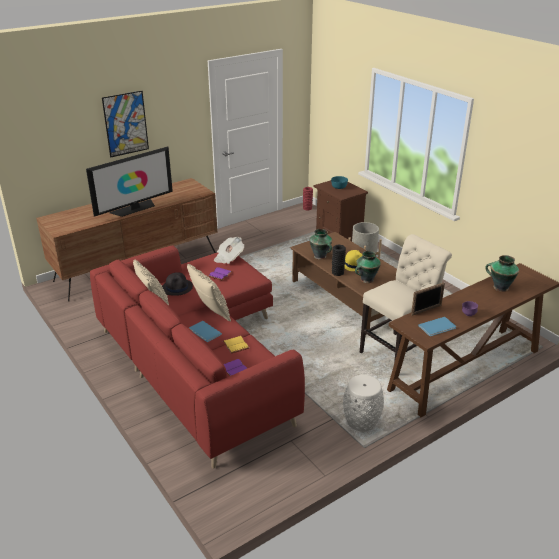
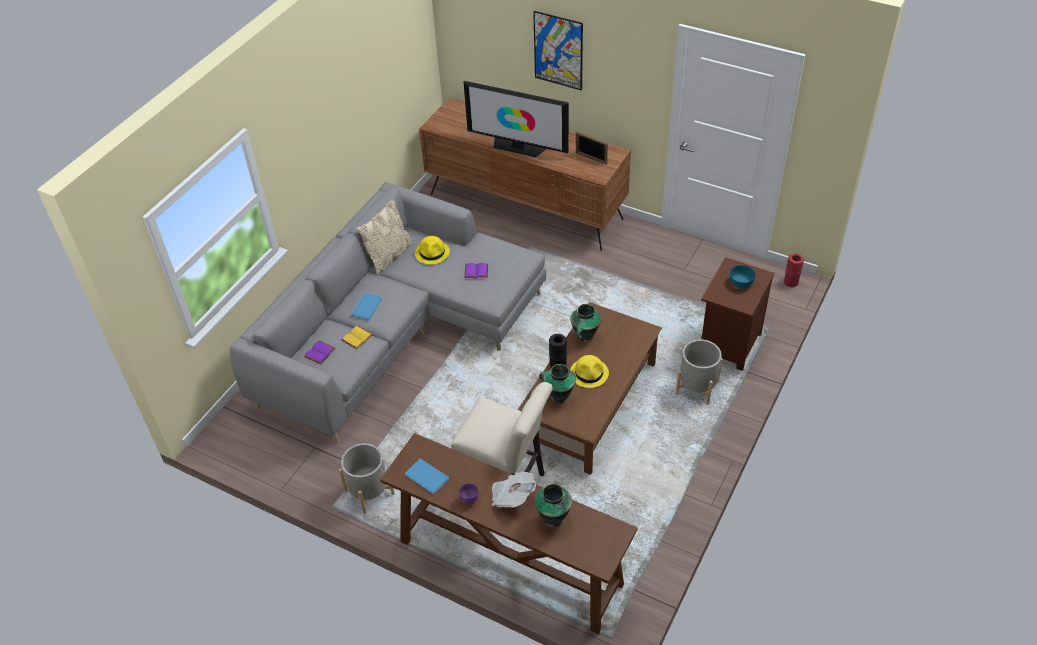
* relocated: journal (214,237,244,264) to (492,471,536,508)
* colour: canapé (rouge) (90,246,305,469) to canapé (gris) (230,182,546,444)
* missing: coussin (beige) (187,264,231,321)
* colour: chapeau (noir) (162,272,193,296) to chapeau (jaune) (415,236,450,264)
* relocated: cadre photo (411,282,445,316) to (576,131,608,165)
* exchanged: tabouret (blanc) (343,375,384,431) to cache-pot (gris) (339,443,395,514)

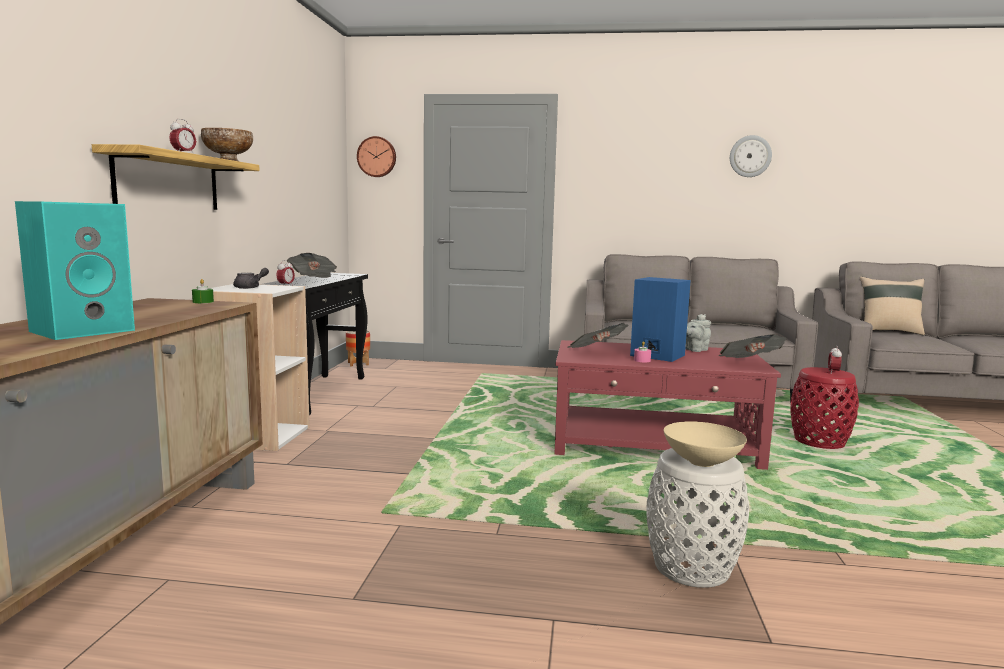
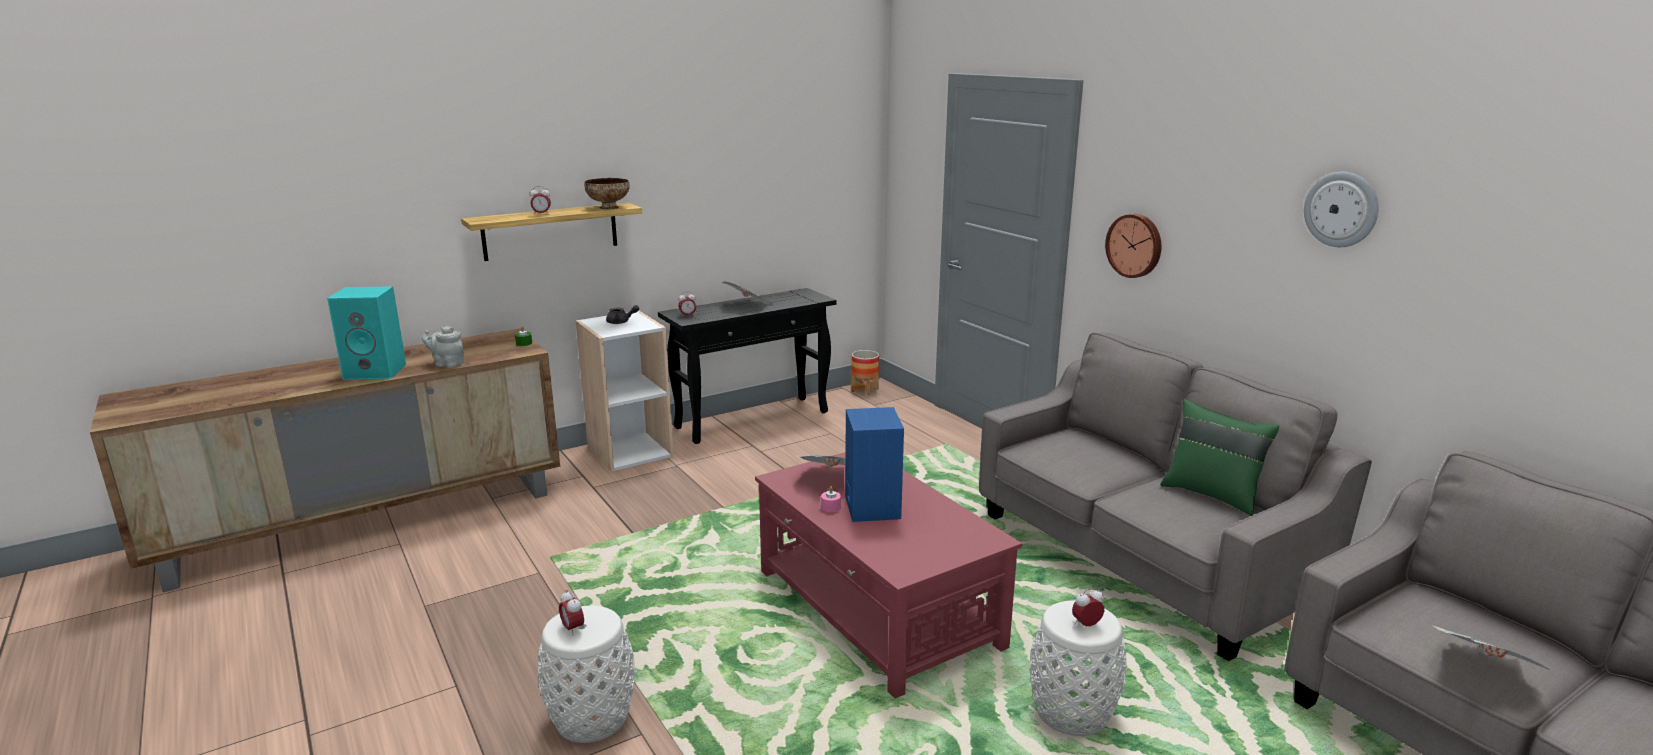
* relocated: horloge murale (357,136,396,177) to (1105,214,1161,278)
* missing: coussin (beige) (860,277,925,335)
* relocated: théière (gris) (685,314,711,352) to (422,326,464,368)
* relocated: journal (718,334,786,358) to (1432,625,1550,670)
* colour: tabouret (rouge) (790,367,859,449) to tabouret (blanc) (1030,601,1127,736)
* exchanged: bol (beige) (664,421,747,467) to réveil (559,590,584,636)
* appeared: coussin (vert) (1160,399,1279,516)

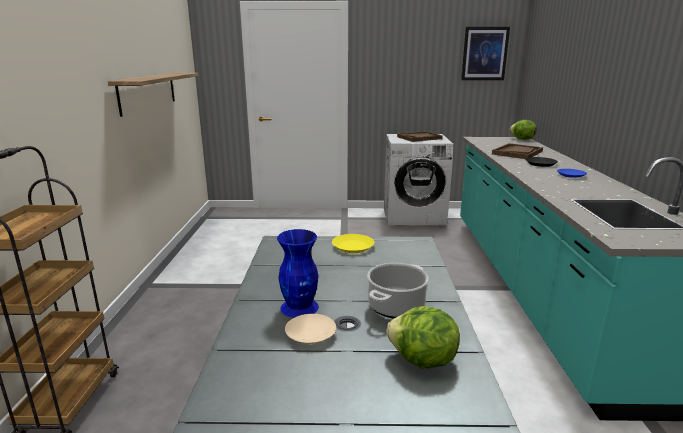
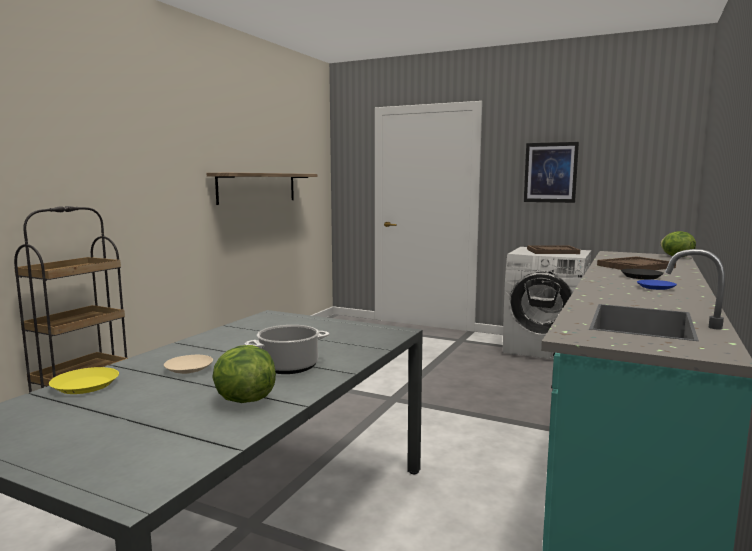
* relocated: tableau (461,27,510,80) to (524,142,579,203)
* missing: vase (bleu) (277,229,319,318)
* relocated: assiette (jaune) (332,234,374,253) to (49,367,119,394)

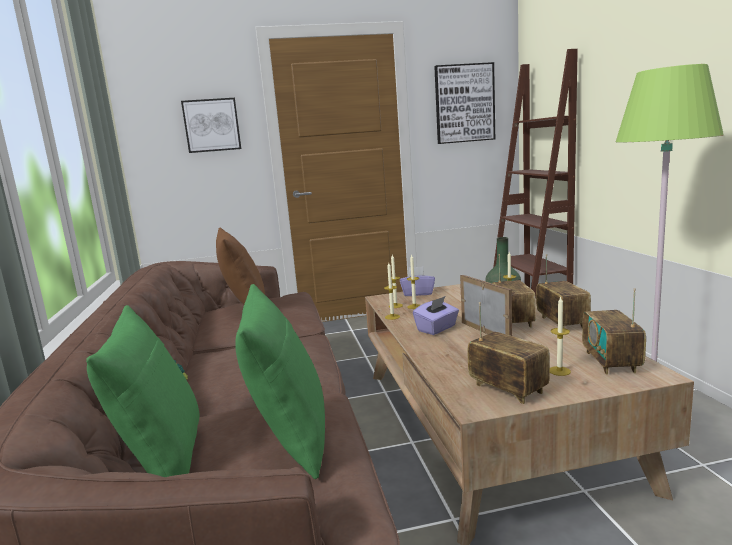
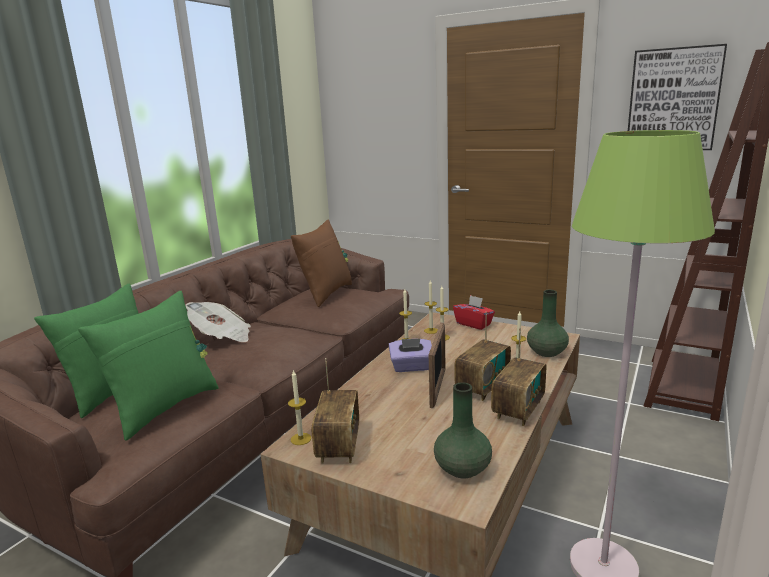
* missing: tableau (181,98,241,153)
* colour: boîte à mouchoirs (violet) (400,266,435,296) to boîte à mouchoirs (rouge) (453,295,495,330)
* exchanged: radio (582,288,646,374) to vase (vert) (434,382,492,479)
* relocated: bougie (550,297,571,376) to (288,370,311,445)
* appeared: journal (186,302,251,342)

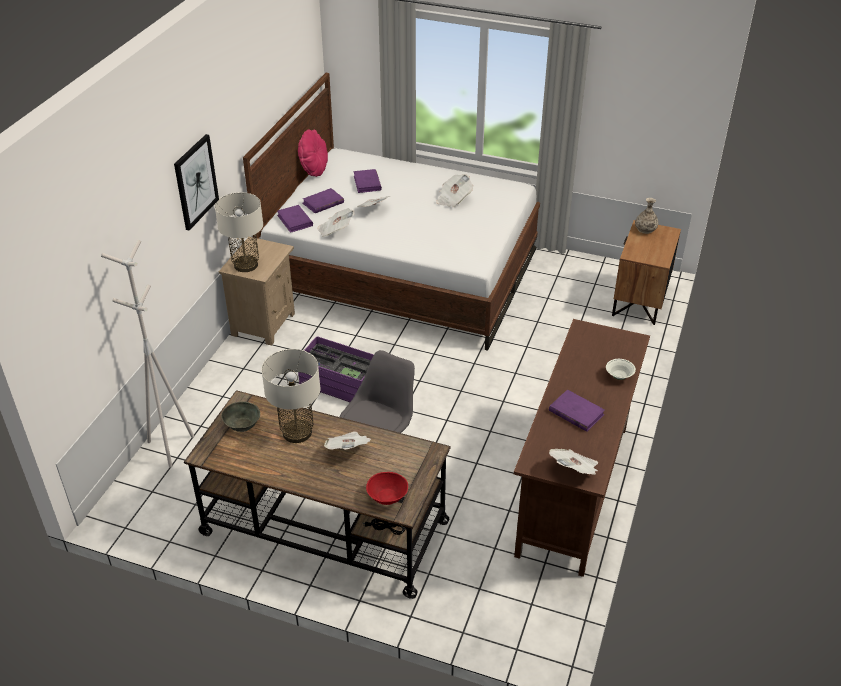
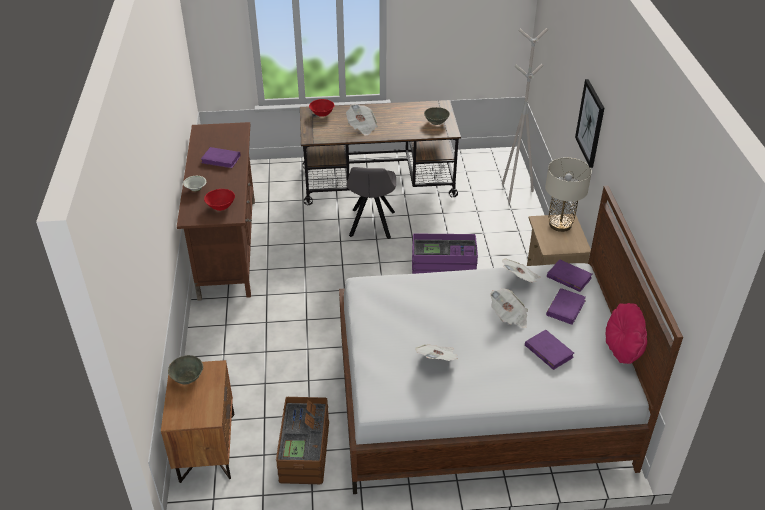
* missing: vase (635,198,658,234)
* missing: lampe de table (262,349,320,443)
* missing: journal (549,449,598,475)
* appeared: bol (rouge) (204,189,235,211)
* appeared: bol (gris) (168,355,203,384)
* appeared: boîte de rangement (marron) (276,397,329,484)

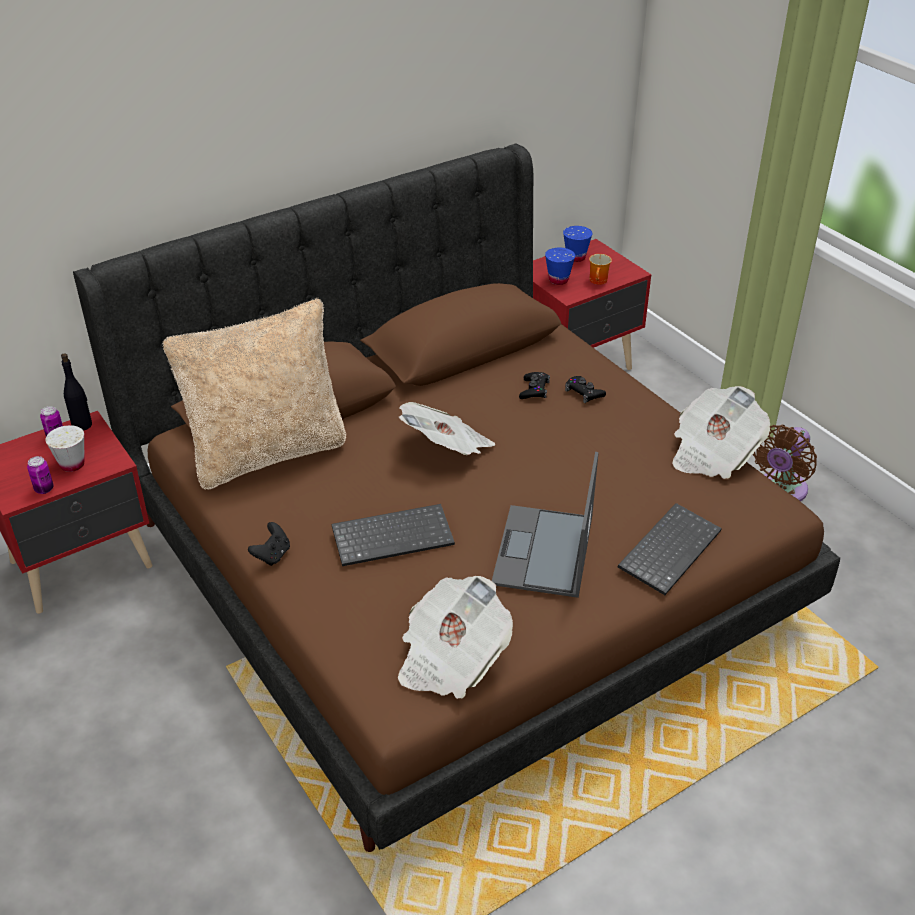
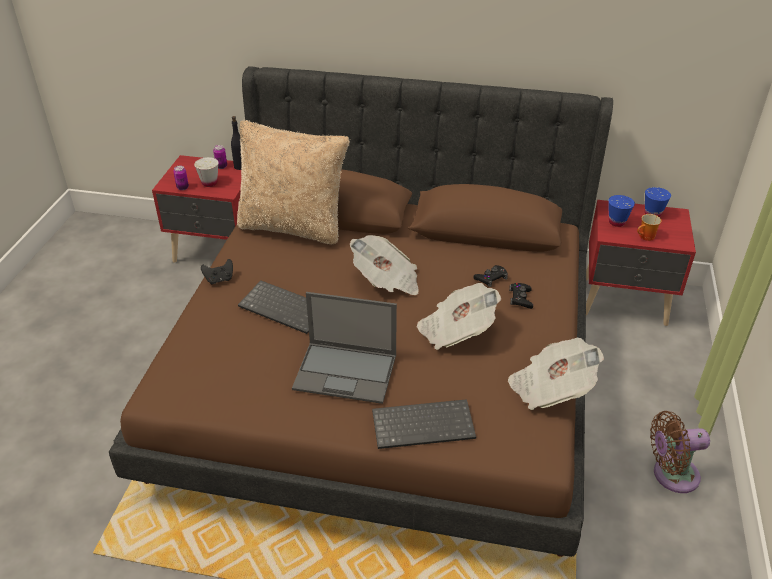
* spun: ordinateur portable (492,452,599,598) = (292,292,397,404) 135 degrees counterclockwise
* relocated: journal (398,576,513,699) to (417,283,501,350)

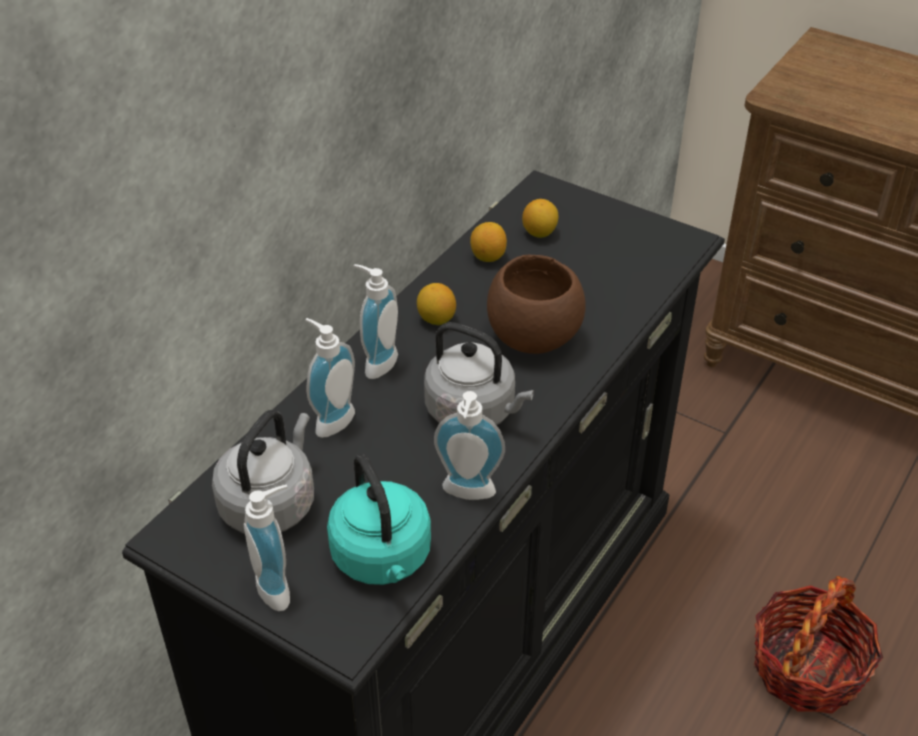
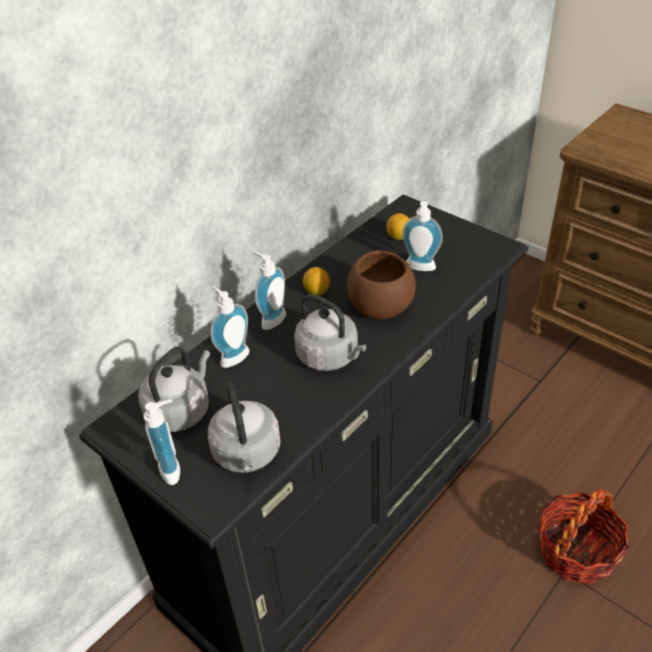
* missing: citron (470,222,507,262)
* relocated: distributeur de savon (434,391,505,500) to (402,201,443,271)
* colour: bouilloire (turquoise) (327,454,431,585) to bouilloire (gris) (208,381,281,473)

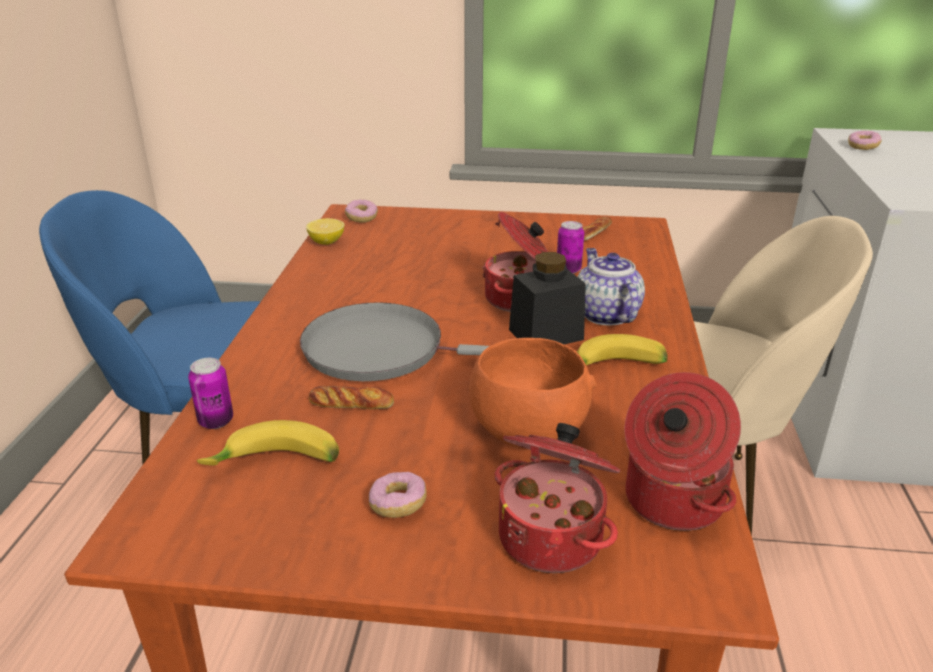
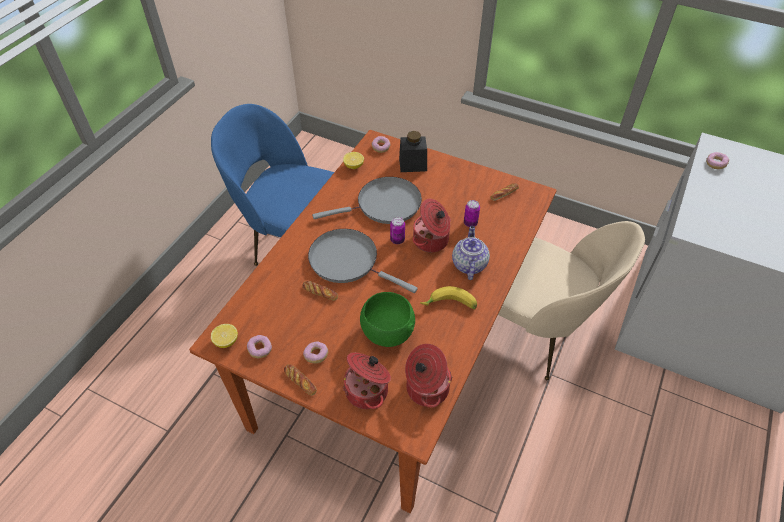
* relocated: bocal (noir) (509,252,586,345) to (399,131,427,172)
* colour: bol (orange) (469,338,597,449) to bol (vert) (360,292,415,347)
* relocated: boîte métallique (188,358,233,429) to (390,217,405,244)
* missing: banane (197,420,339,465)
* appeared: poêle (gris) (312,177,422,224)
* appeared: citron (211,324,238,348)
* appeared: beignet (247,335,272,358)
* appeared: pain (284,364,317,395)

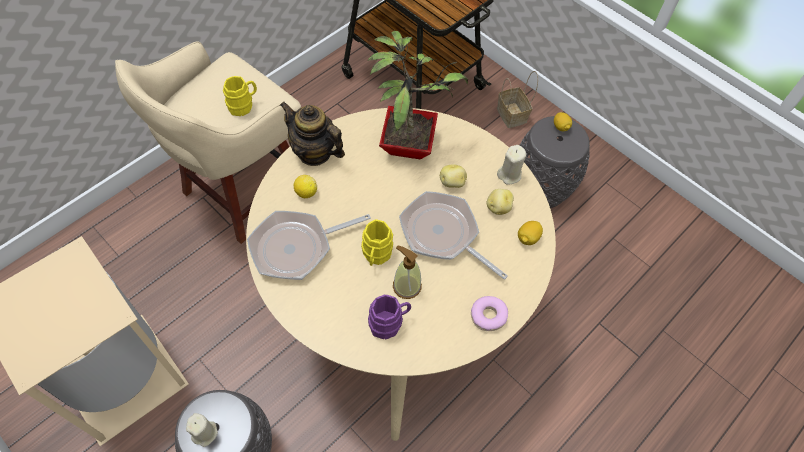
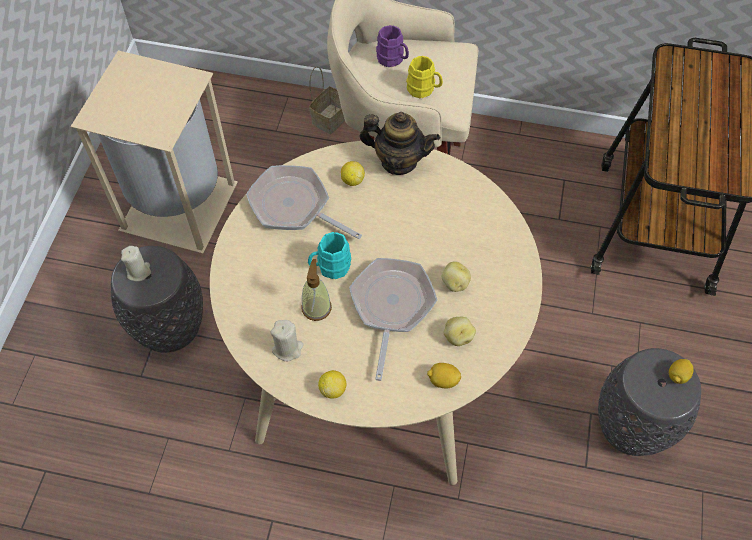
* missing: plante en pot (367,31,468,160)
* relocated: panier (497,71,538,128) to (309,66,345,134)
* spun: théière (280,102,345,166) = (359,112,440,175) 105 degrees clockwise
* relocated: bougie (beige) (497,145,526,185) to (271,320,303,361)
* colour: mug (jaune) (361,219,393,266) to mug (turquoise) (308,232,351,279)
* relocated: mug (violet) (368,295,411,339) to (376,25,409,67)
* exchanged: beignet (471,296,508,331) to citron (318,370,347,398)

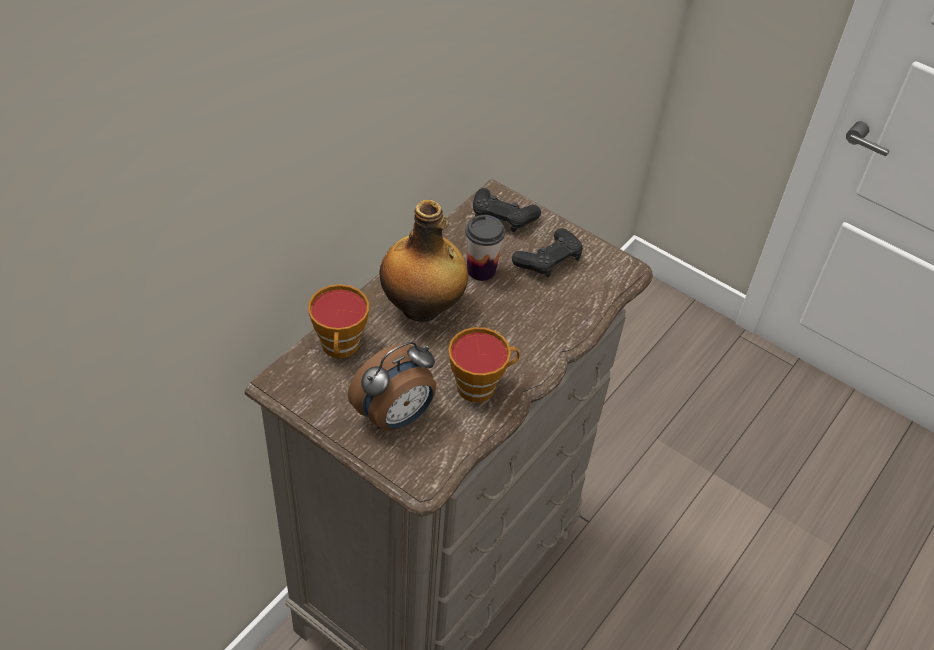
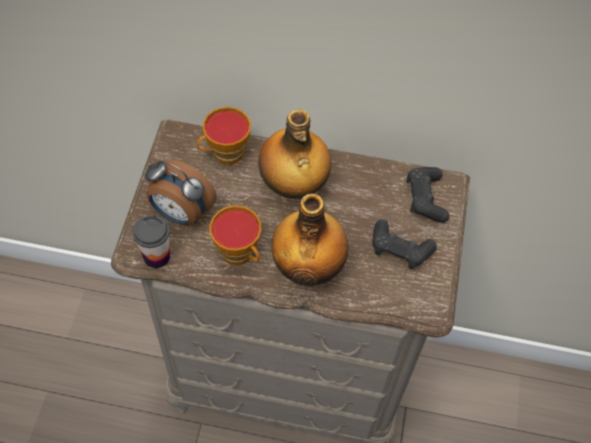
* relocated: tasse (465,215,505,281) to (132,215,170,268)
* appeared: bouteille (271,193,348,286)

